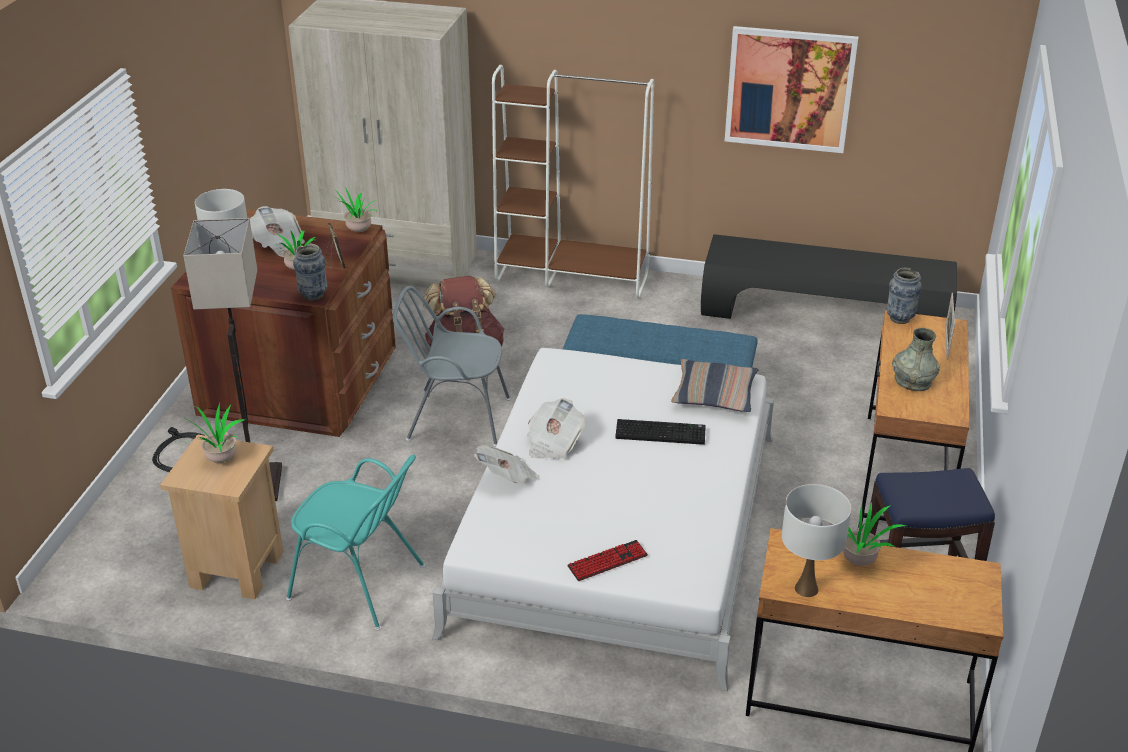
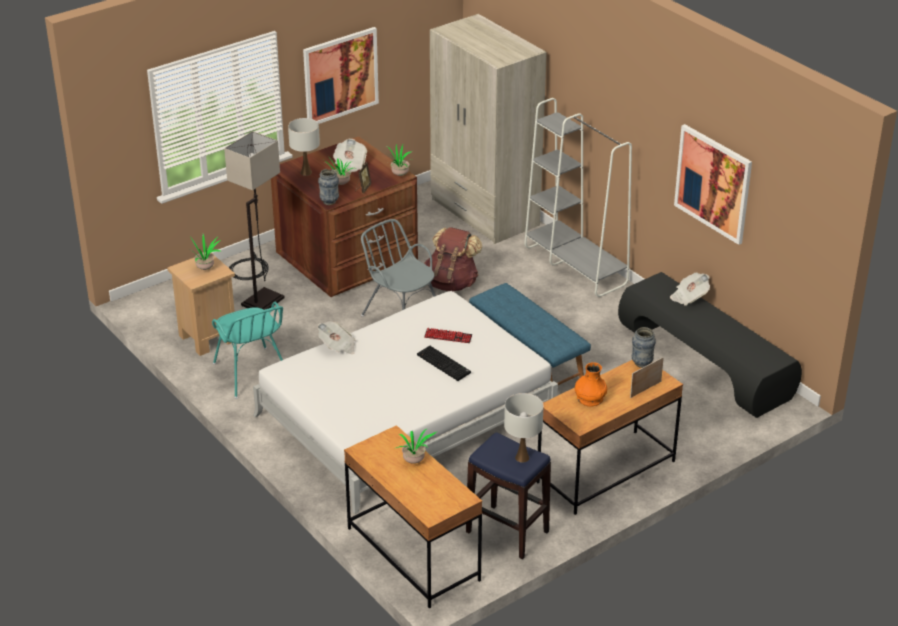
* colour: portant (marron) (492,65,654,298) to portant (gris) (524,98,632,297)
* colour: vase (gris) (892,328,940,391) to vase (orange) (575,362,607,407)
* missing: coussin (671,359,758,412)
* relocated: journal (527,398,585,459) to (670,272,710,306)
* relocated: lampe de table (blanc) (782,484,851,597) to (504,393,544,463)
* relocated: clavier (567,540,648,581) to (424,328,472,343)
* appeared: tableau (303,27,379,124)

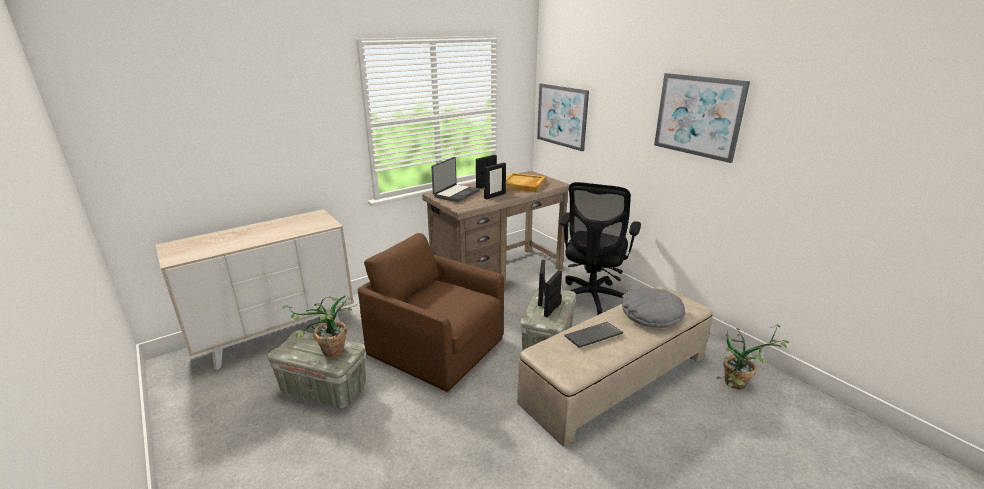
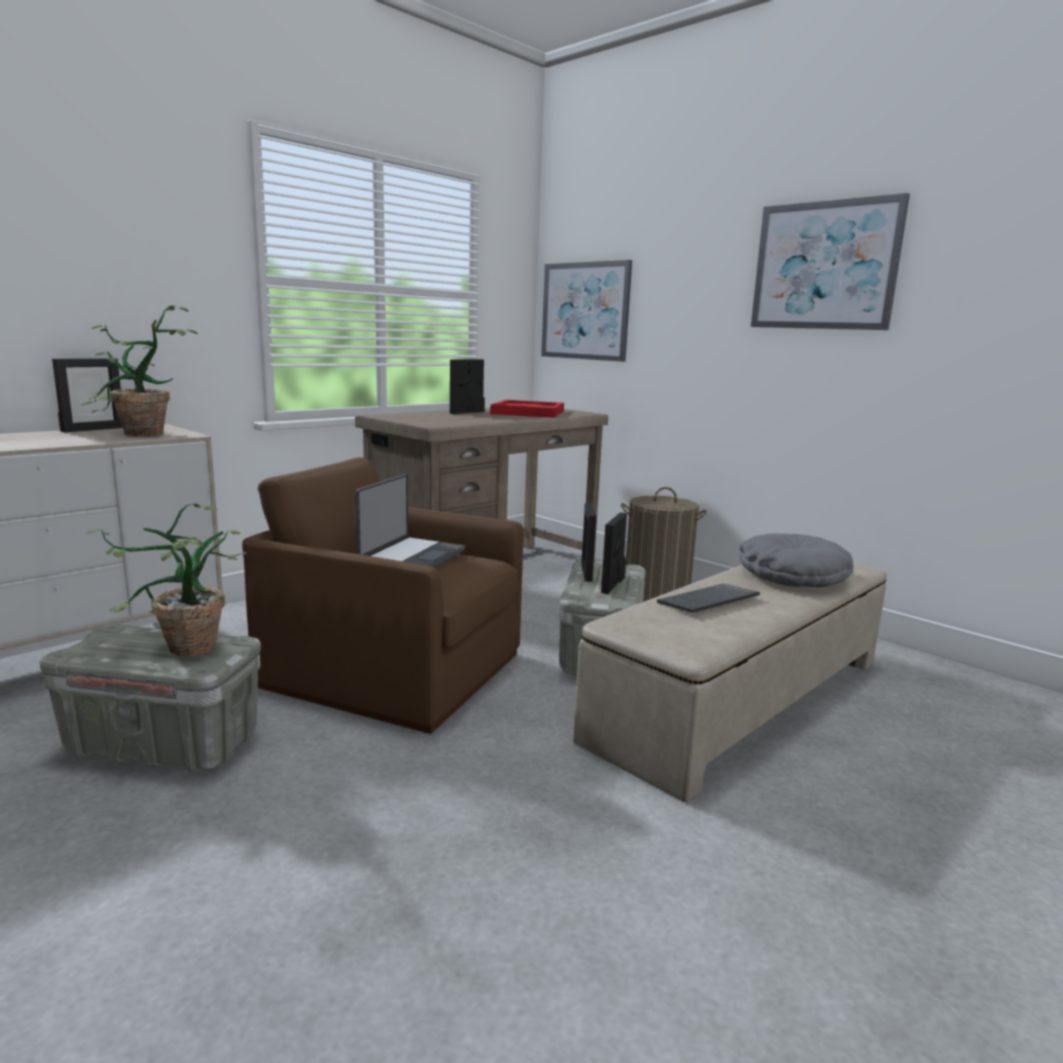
* relocated: ordinateur portable (431,157,480,202) to (355,474,465,568)
* relocated: cadre photo (484,162,506,199) to (52,358,123,432)
* colour: plateau (beige) (506,173,546,192) to plateau (rouge) (490,400,564,418)
* exchanged: chaise de bureau (noir) (560,182,641,315) to panier à linge (621,487,707,602)
* relocated: plante en pot (716,325,789,390) to (81,305,198,436)

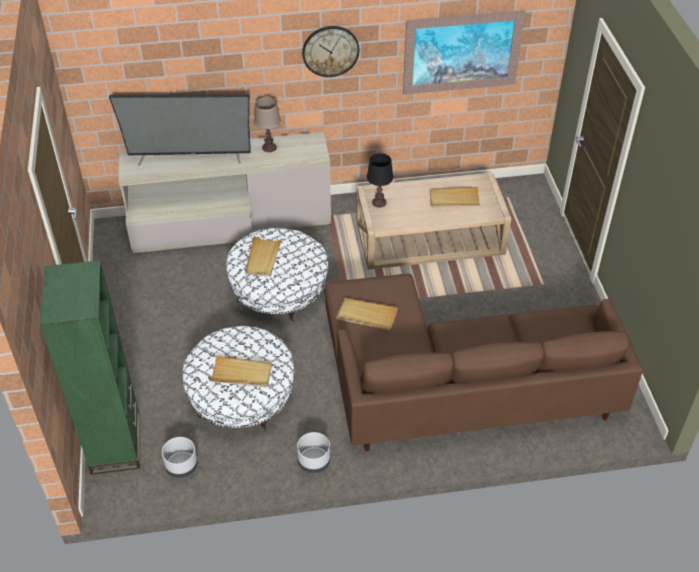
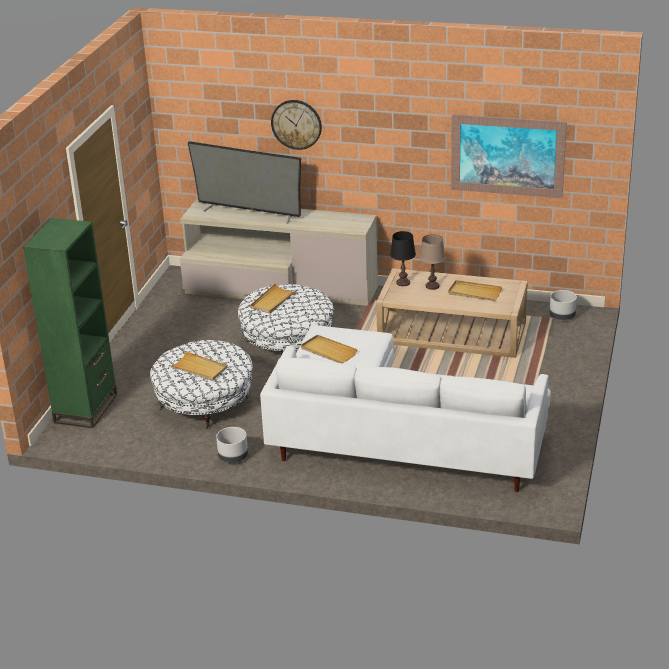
* relocated: horloge murale (302,26,360,77) to (271,100,322,150)
* relocated: lampe de table (marron) (254,97,281,152) to (420,234,446,290)
* colour: canapé (marron) (324,274,643,451) to canapé (blanc) (260,325,551,492)
* relocated: cache-pot (gris) (162,437,198,478) to (549,290,577,320)

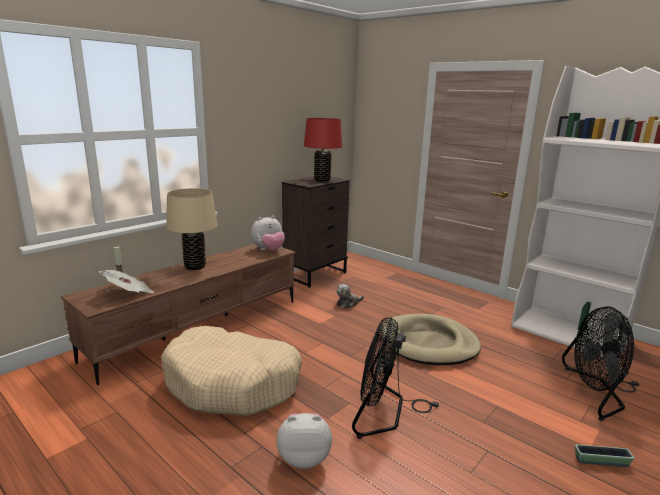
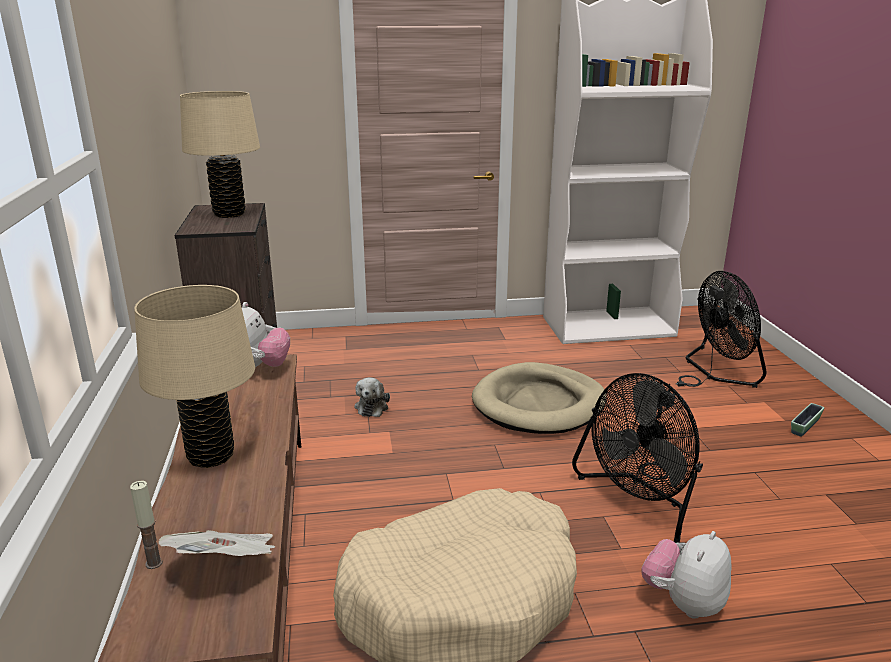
* colour: lampe de table (rouge) (304,118,342,182) to lampe de table (beige) (180,91,260,218)
* spun: ventilateur (noir) (562,306,640,421) = (675,271,767,388) 150 degrees counterclockwise

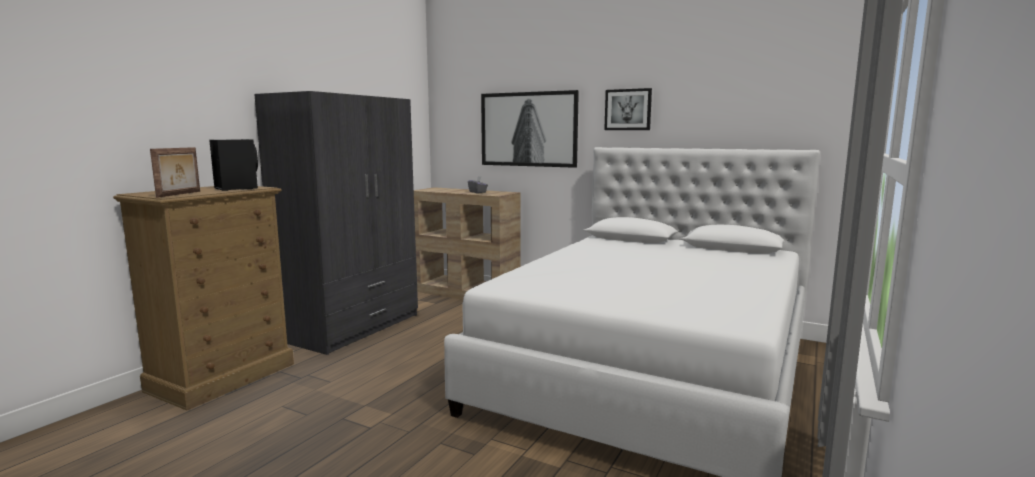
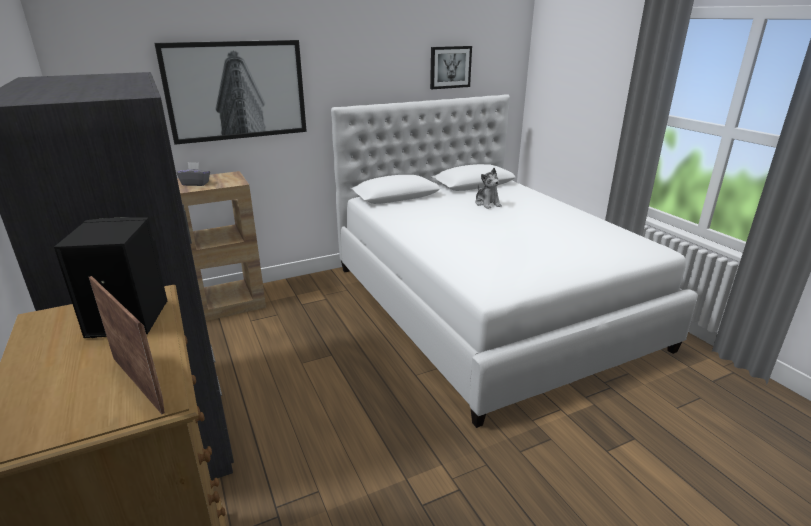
* relocated: tableau (604,88,652,130) to (430,46,472,89)
* appeared: peluche (475,168,502,209)

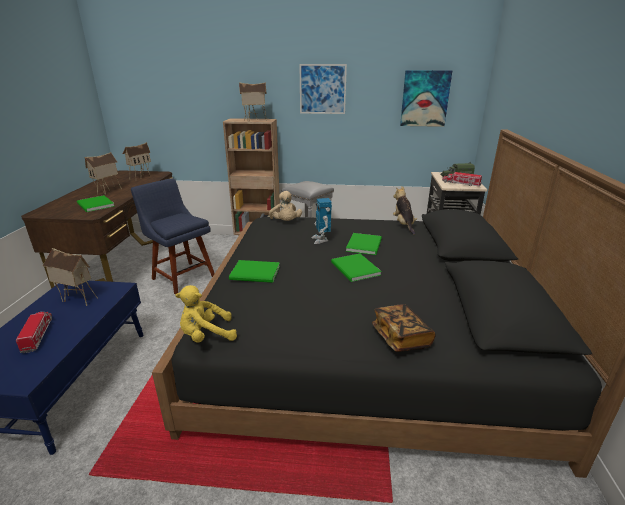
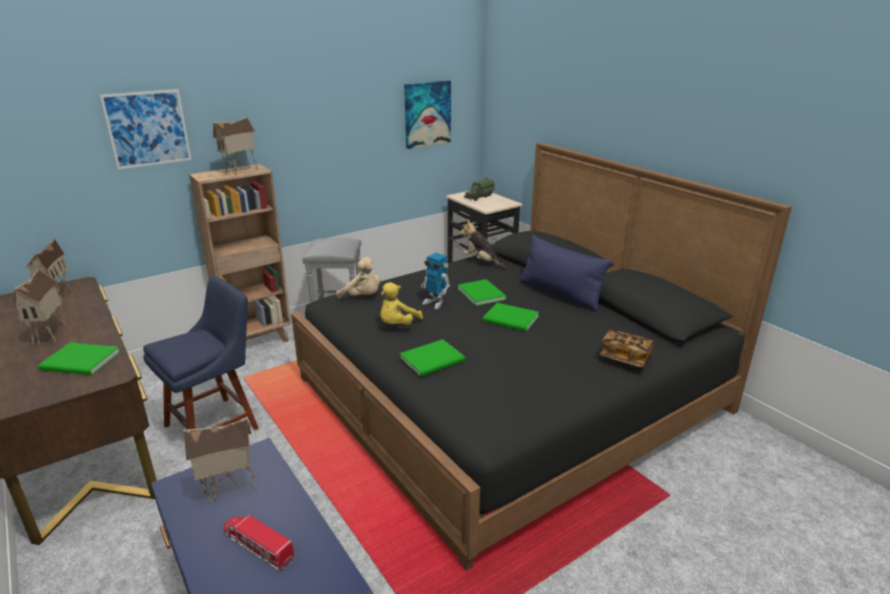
* relocated: tableau (299,64,347,114) to (100,89,192,170)
* missing: camion jouet (442,172,482,186)
* spun: chaise (bleu) (131,178,215,295) = (143,276,259,430) 135 degrees clockwise
* relocated: peluche (jaune) (175,285,237,343) to (381,282,423,325)
* appeared: coussin (bleu) (519,235,612,311)

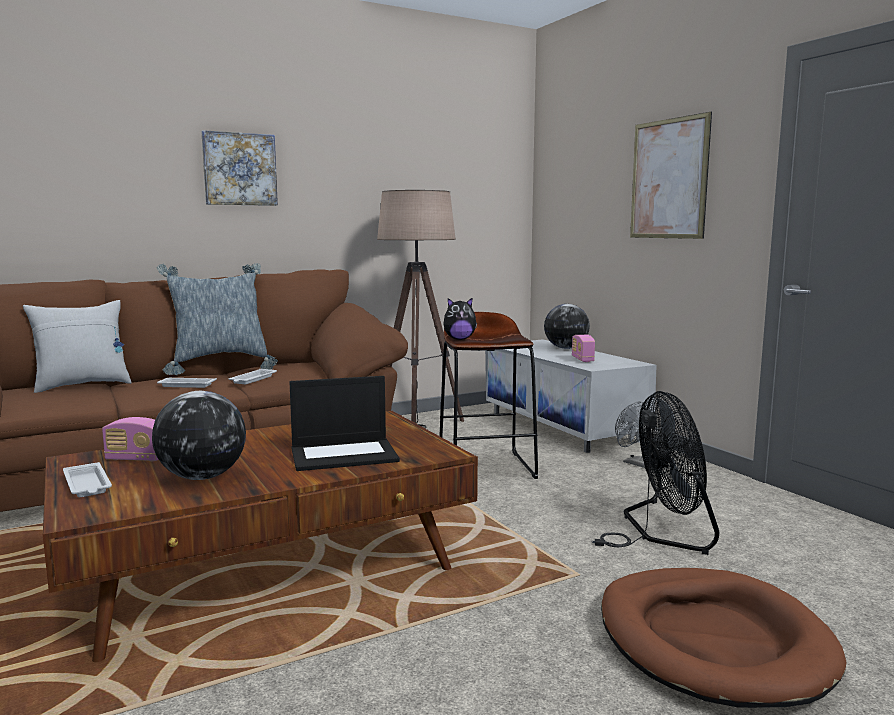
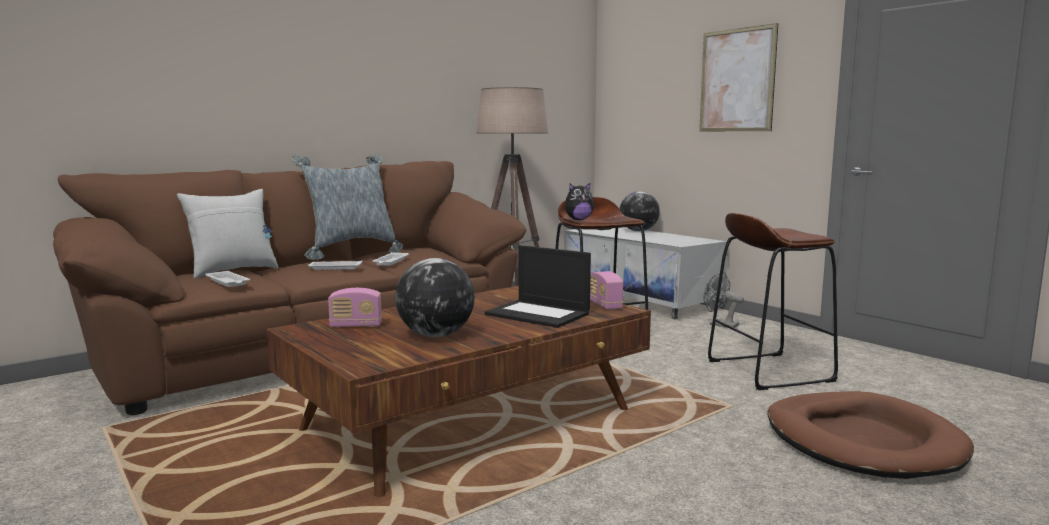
* missing: tableau (201,130,278,206)
* relocated: radio (572,335,595,362) to (590,271,623,310)
* spun: ordinateur portable (289,376,400,471) = (485,245,591,328) 60 degrees clockwise
* exchanged: ventilateur (noir) (593,391,719,555) to tabouret (marron) (708,213,838,390)
* relocated: plateau (blanc) (63,462,112,497) to (206,271,250,287)

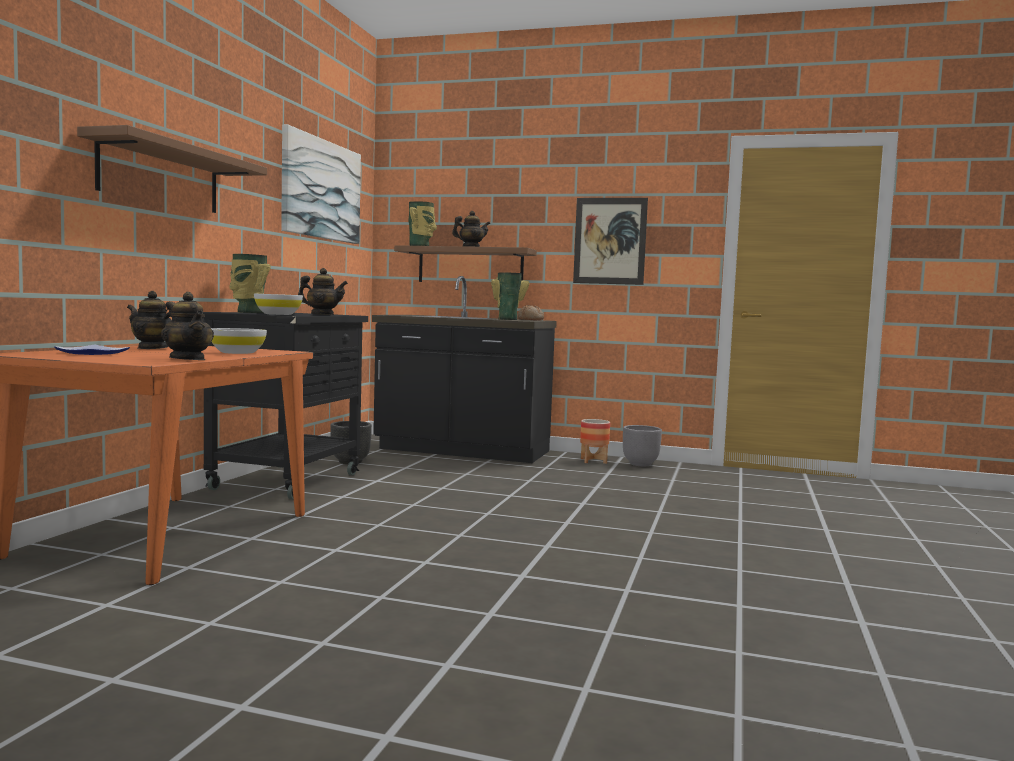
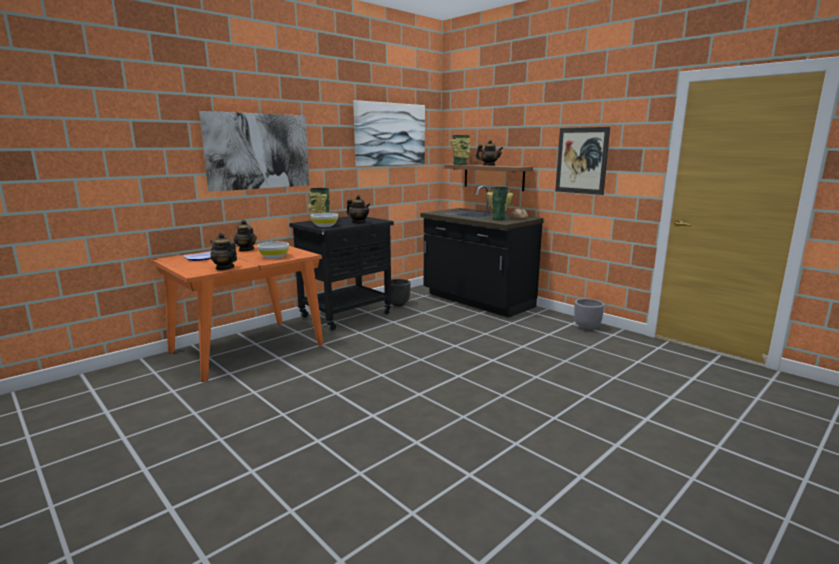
* exchanged: étagère (marron) (77,125,267,213) to tableau (199,111,310,192)
* spun: théière (161,292,214,360) = (210,233,237,270) 135 degrees clockwise
* missing: cache-pot (580,419,610,464)

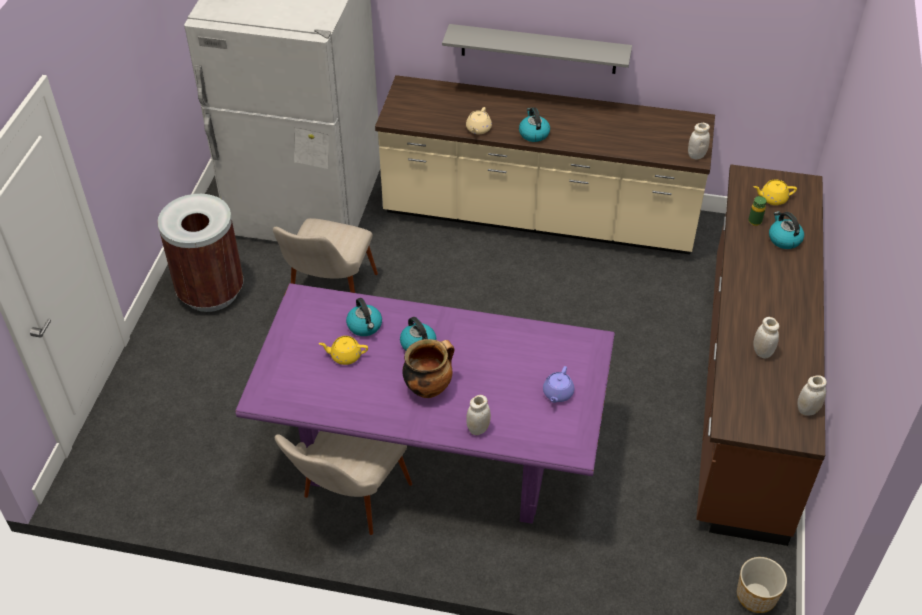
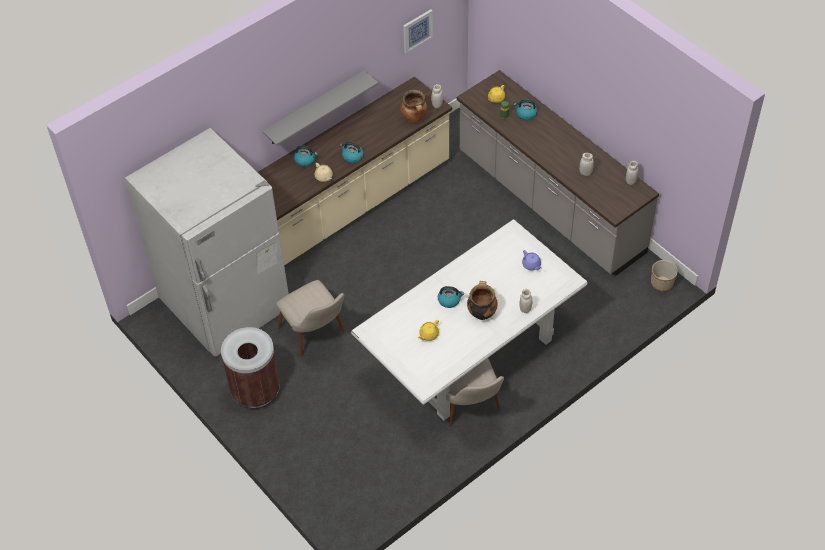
* colour: comptoir de cuisine (marron) (696,165,825,546) to comptoir de cuisine (gris) (457,70,659,276)
* colour: table à manger (violet) (235,283,615,524) to table à manger (blanc) (351,219,588,421)
* relocated: bouilloire (346,298,382,336) to (294,145,318,167)
* appeared: tableau (403,9,433,53)
* appeared: marmite (400,90,428,123)

